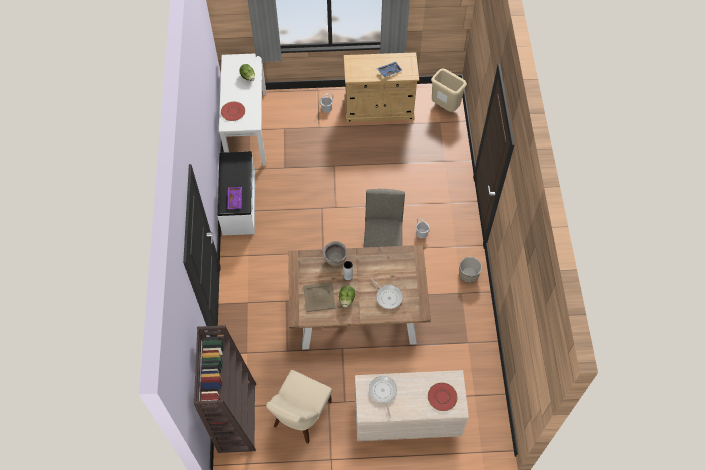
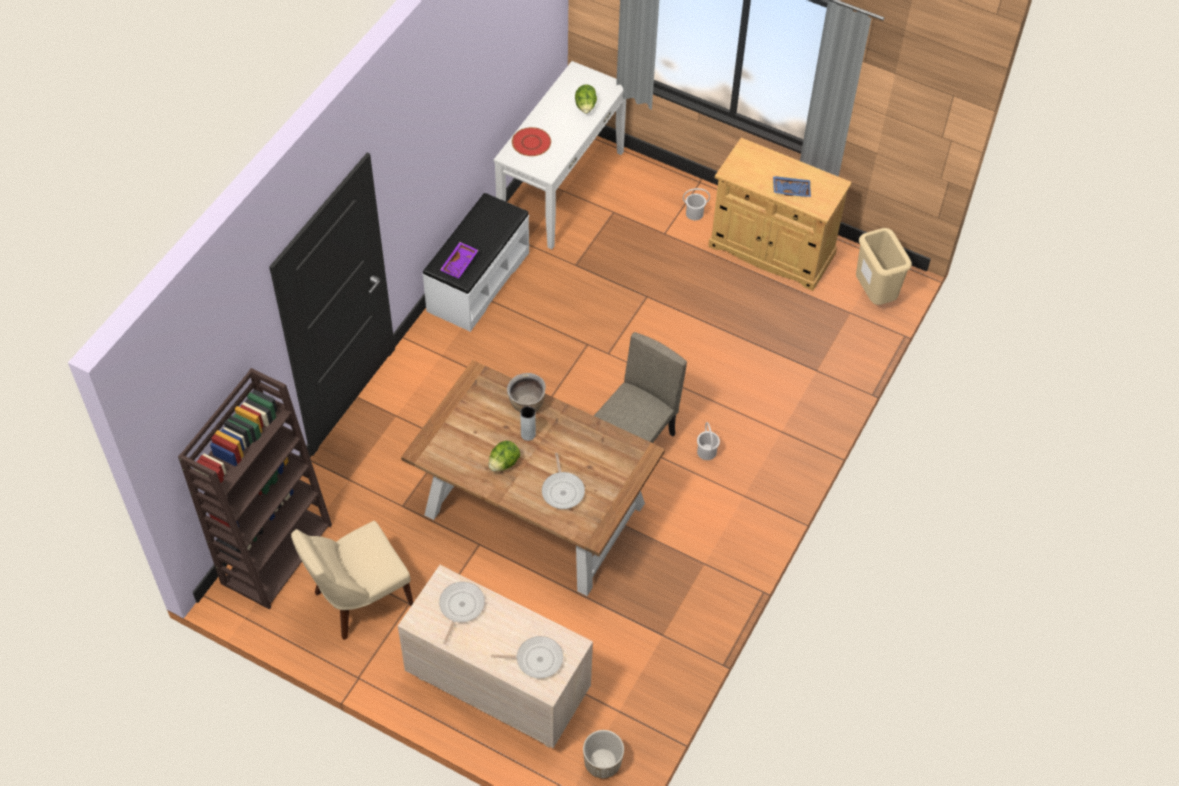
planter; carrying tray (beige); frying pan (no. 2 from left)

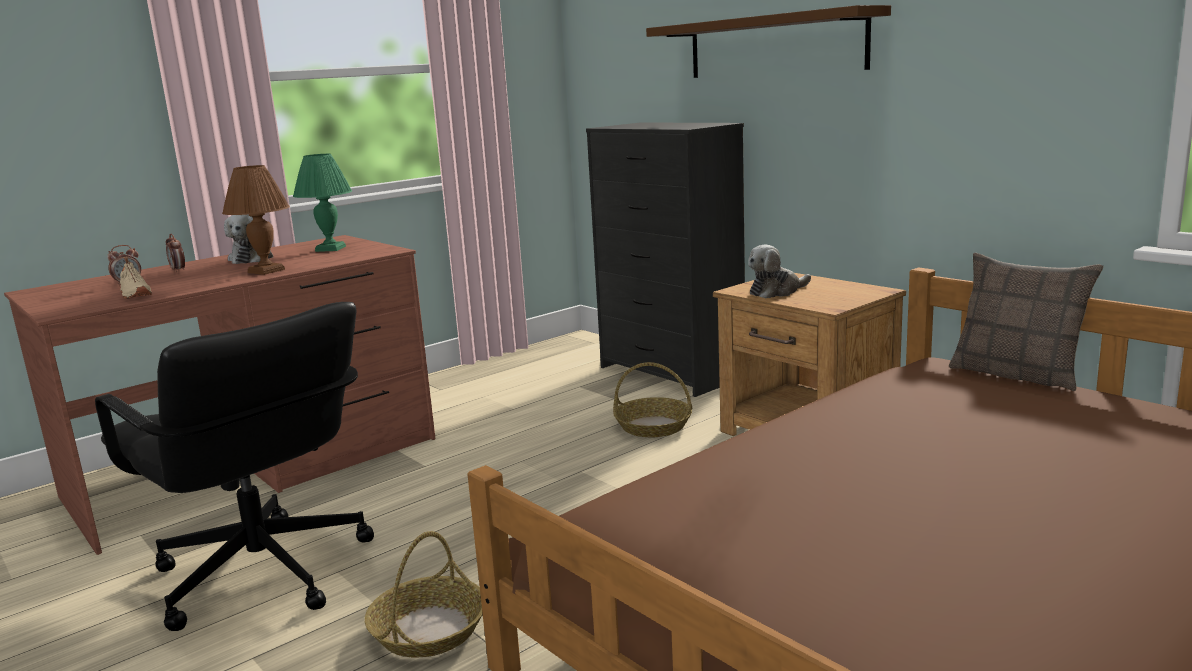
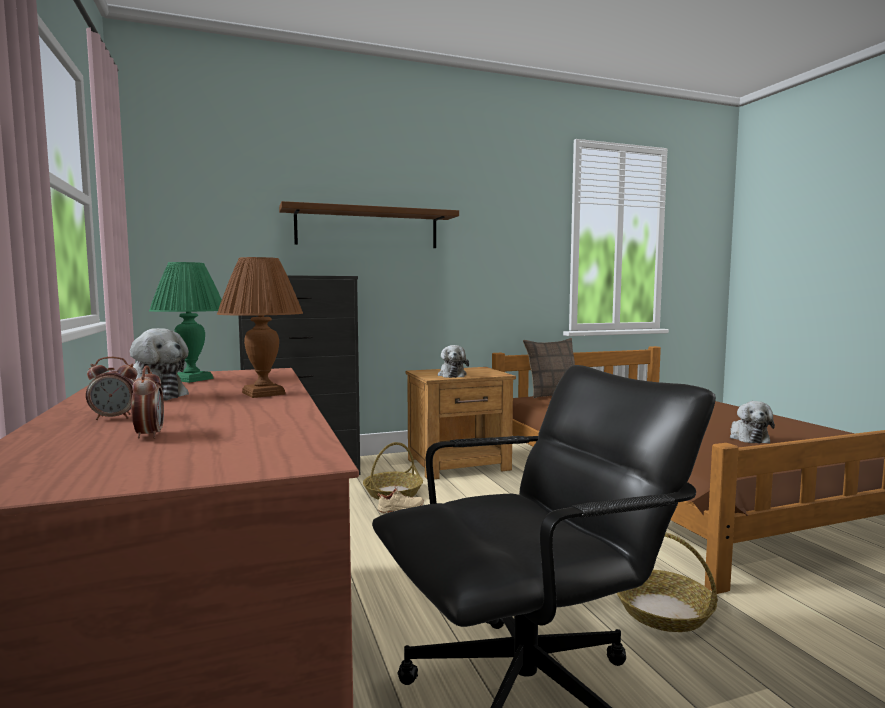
shoe (beige); plush toy (no. 3 from left)

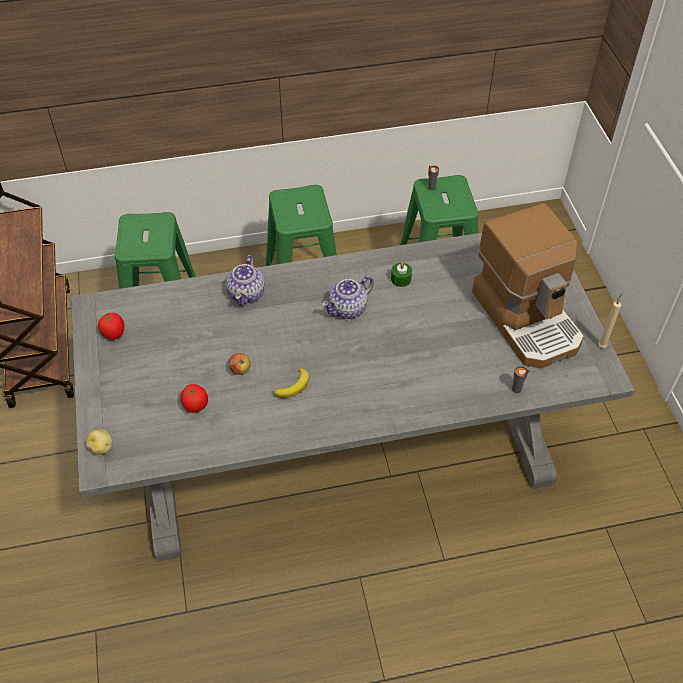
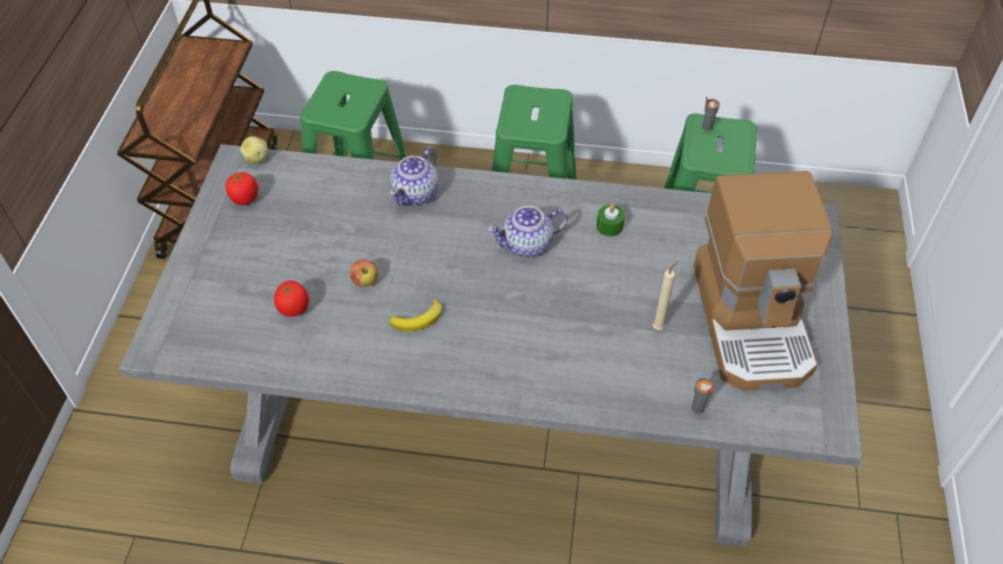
candle (beige); whole potato

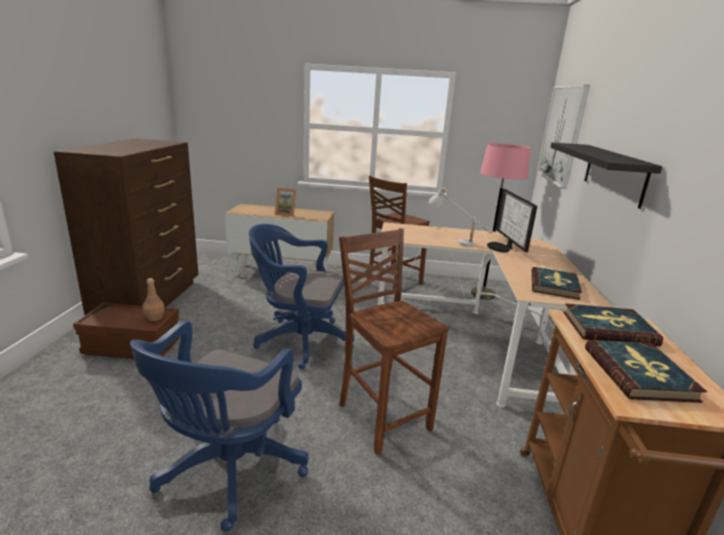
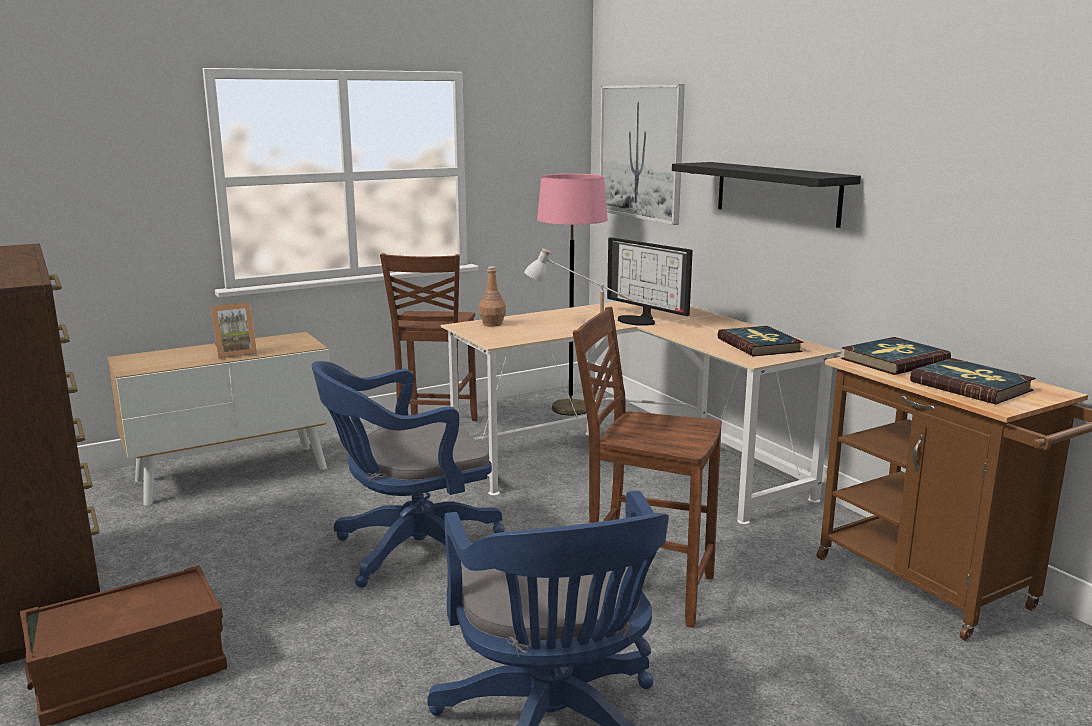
bottle (brownish)

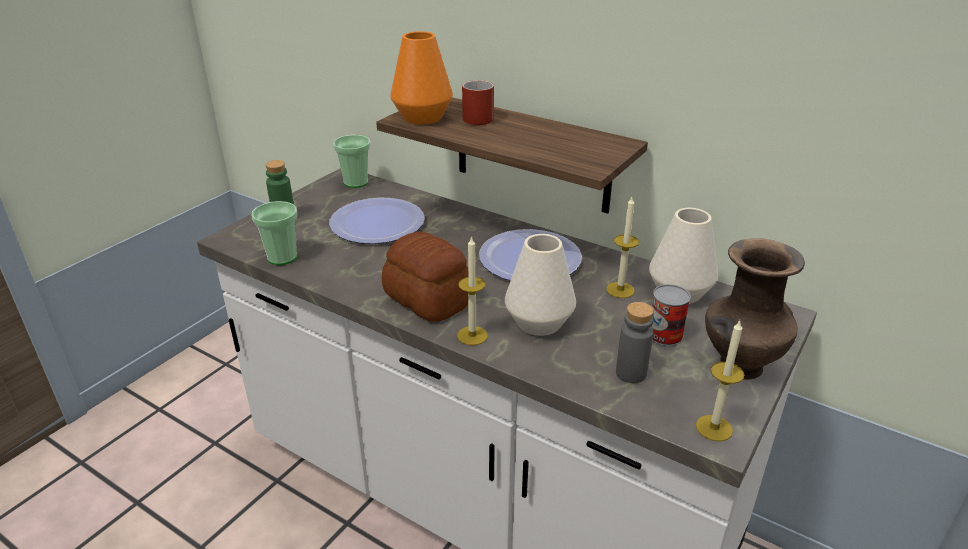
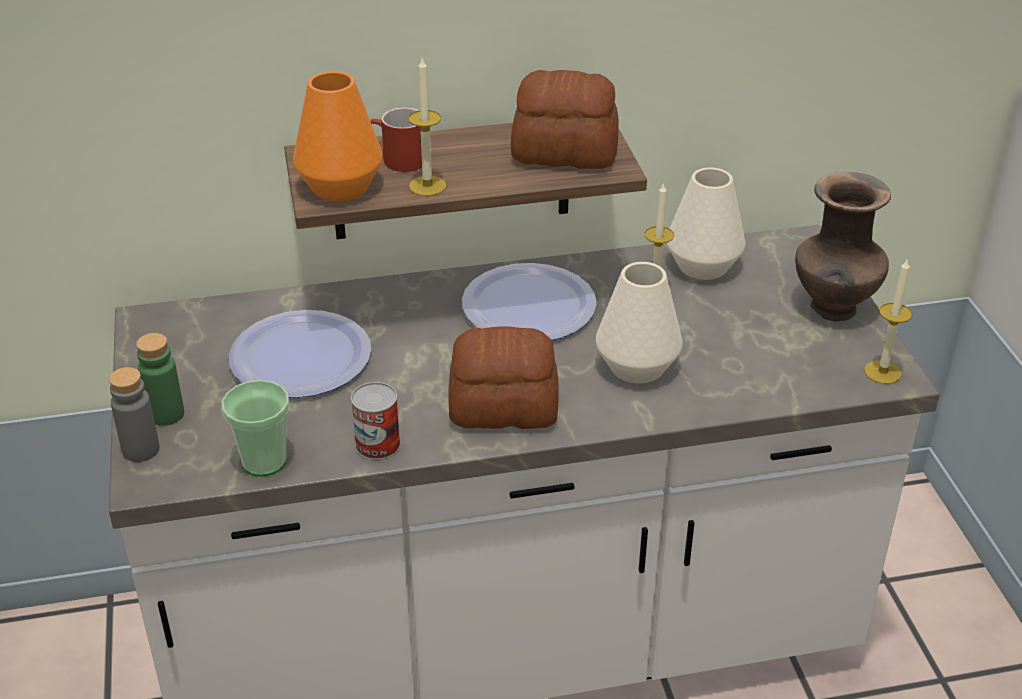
cup (no. 2 from left in the first image); candle (no. 1 from left); sealed can; bottle (greyish); baked bread (no. 2 from left)

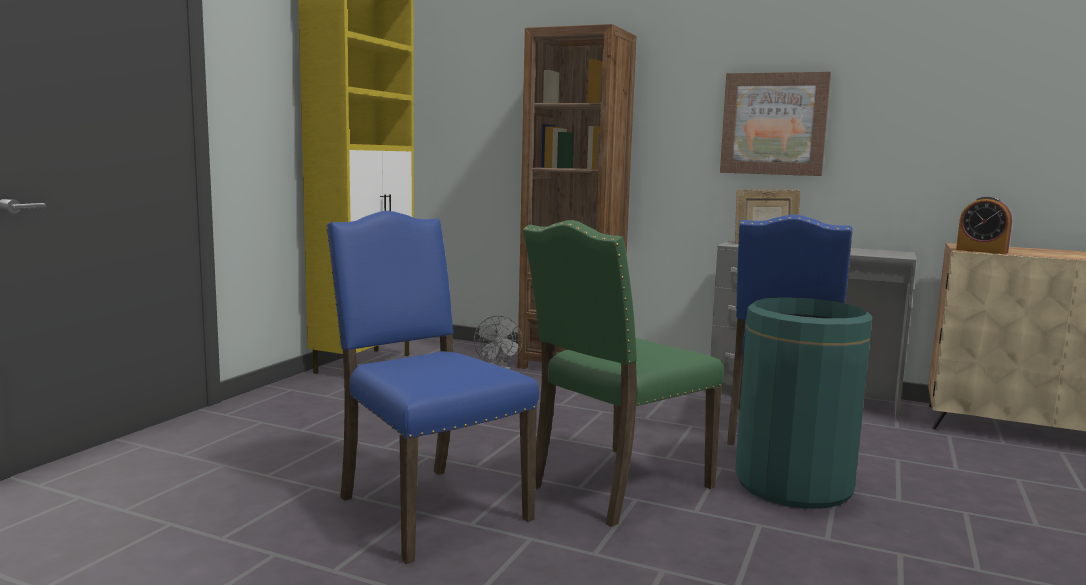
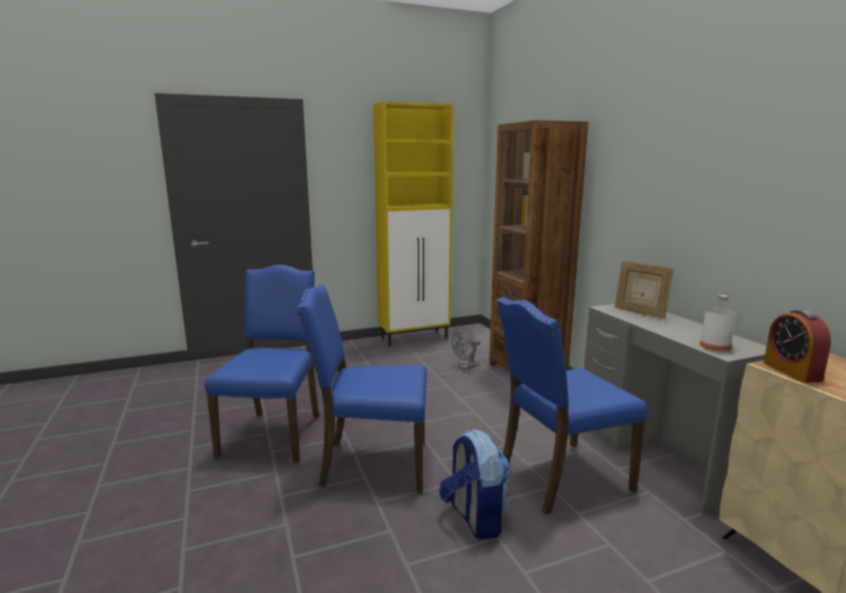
wall picture; plain chair (blue-coloured) (no. 2 from left); rucksack; bottle (white)

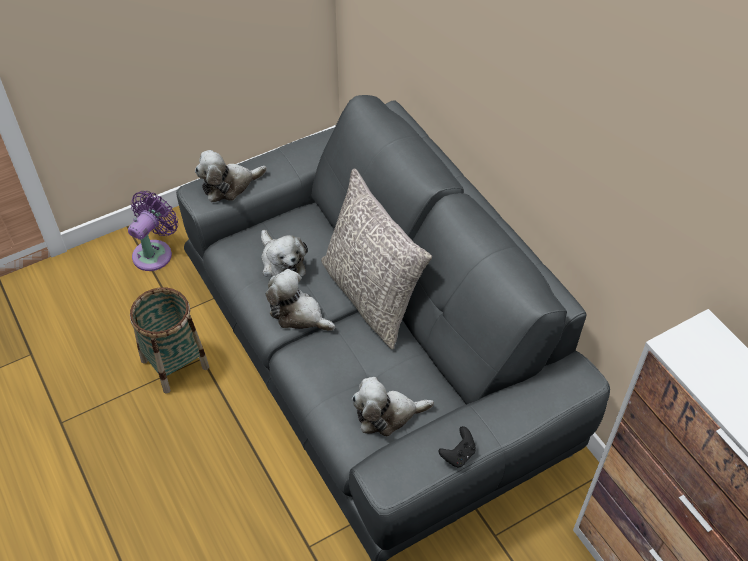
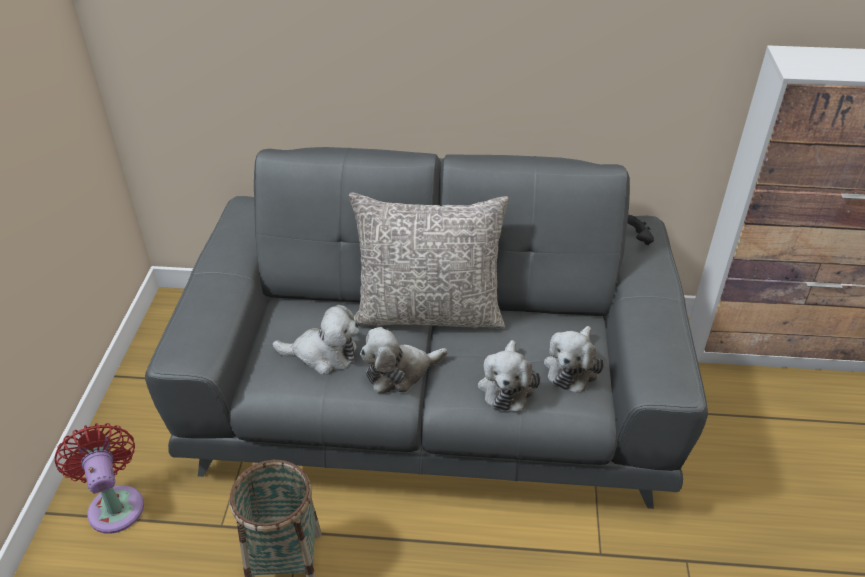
plush toy (no. 3 from left); cooling fan (red); joypad (black)

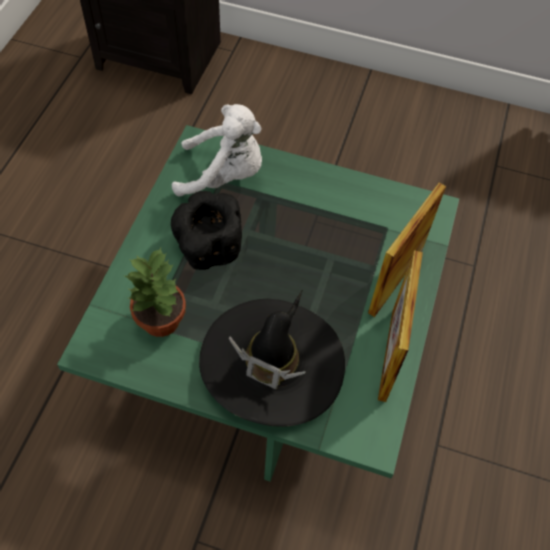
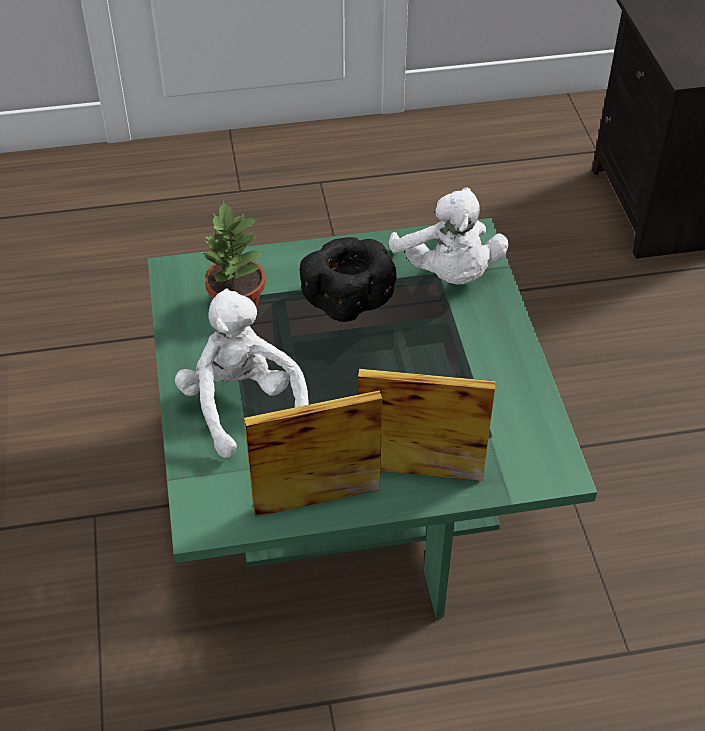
plush toy (white) (no. 1 from left)

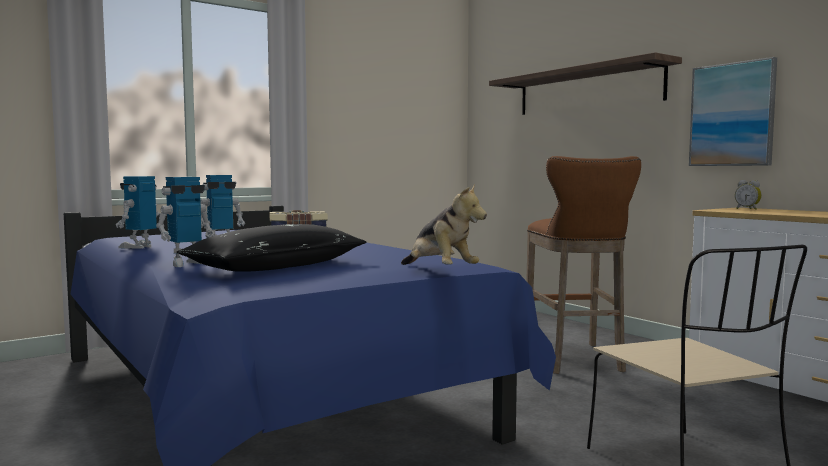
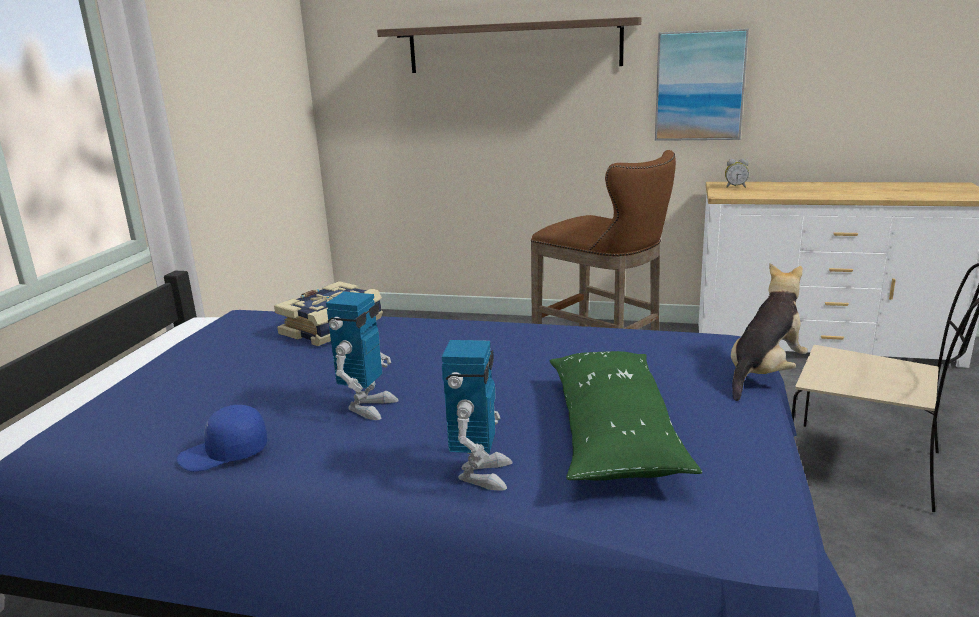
baseball cap (blue-coloured); plush toy; throw pillow (greenish)

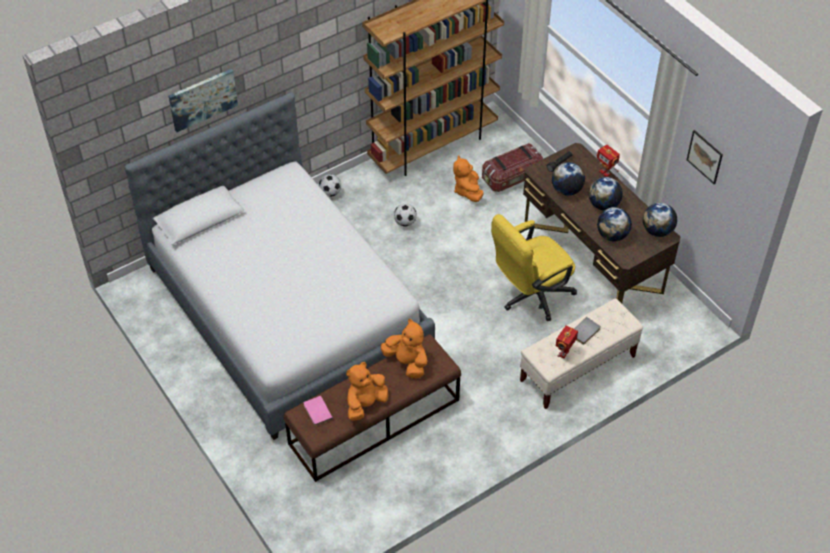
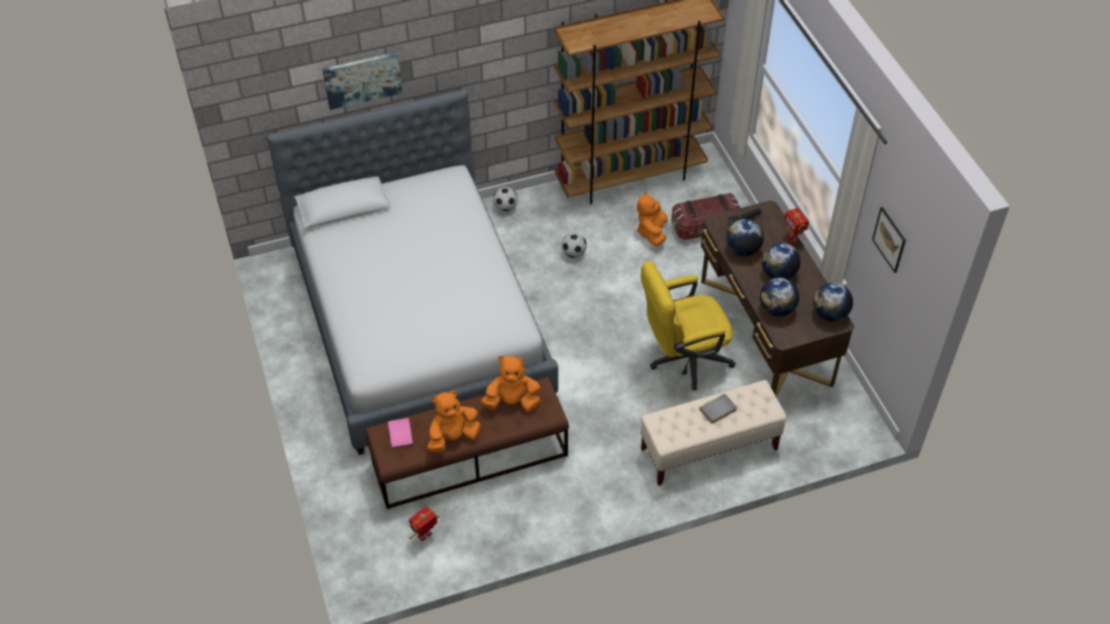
plush toy (orange-coloured) (no. 2 from left); robot figure (no. 1 from left)

